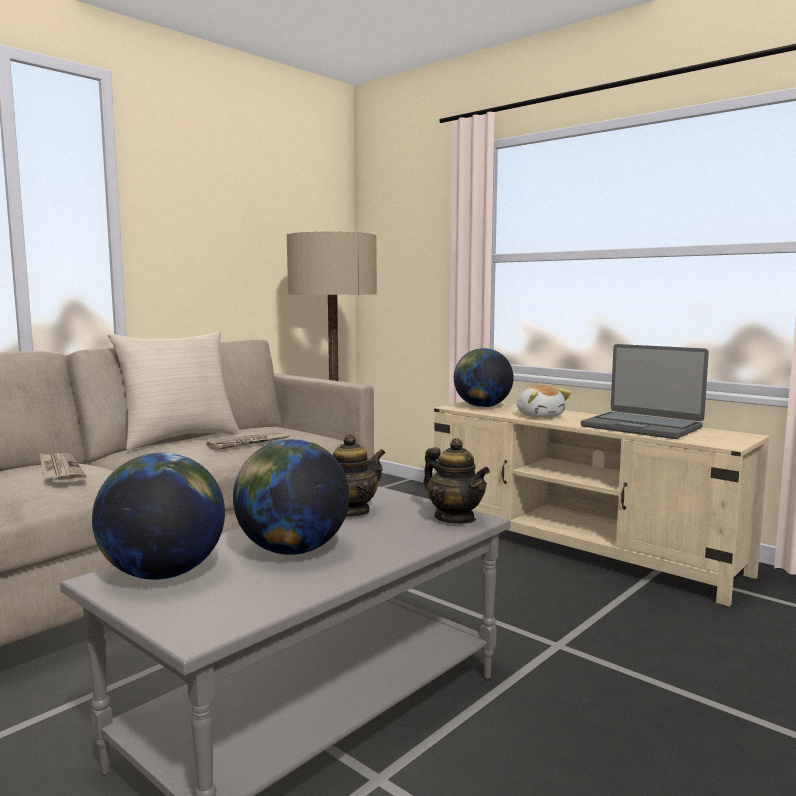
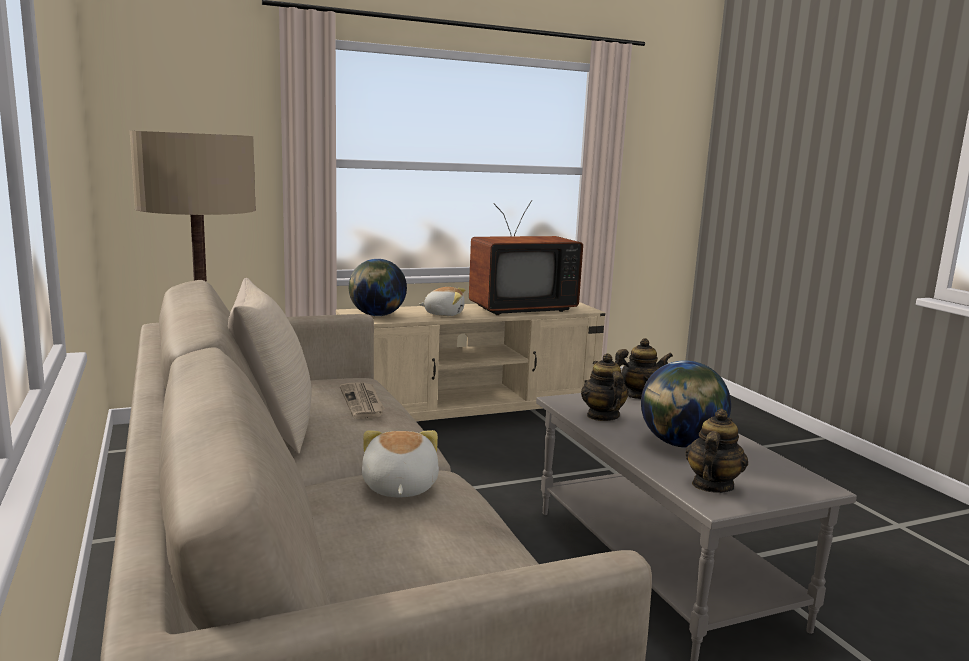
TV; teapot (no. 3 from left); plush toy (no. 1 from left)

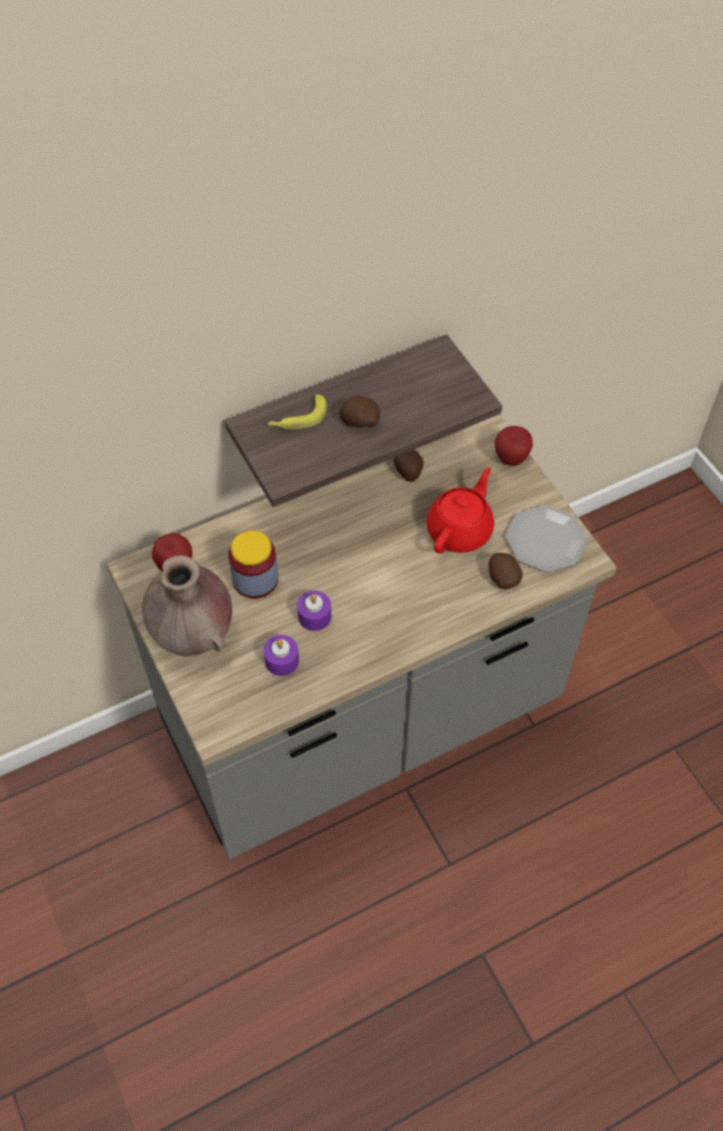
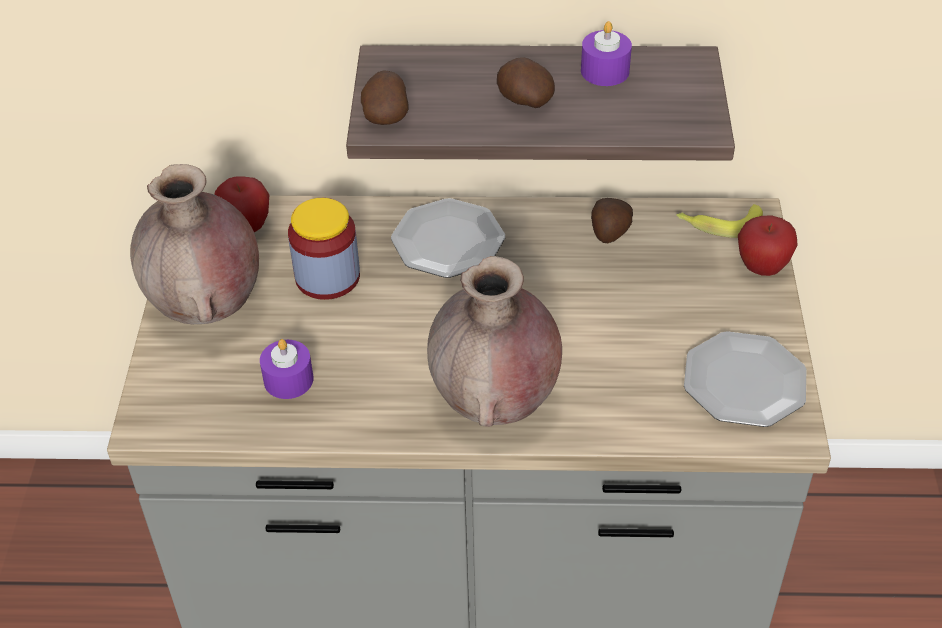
banana; teapot (red); whole potato (no. 1 from left); candle (purple) (no. 2 from left); plate (no. 1 from left); flower vase (brownish) (no. 2 from left)

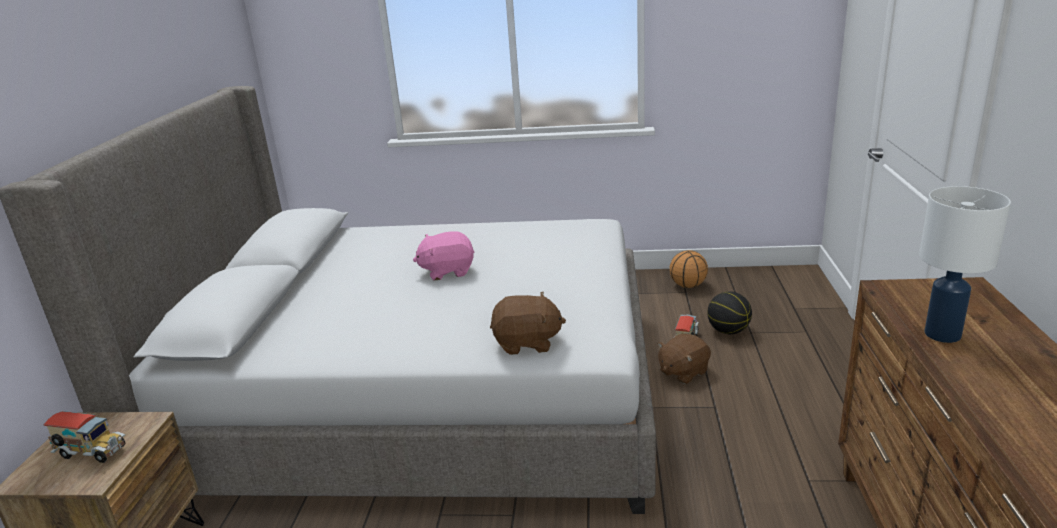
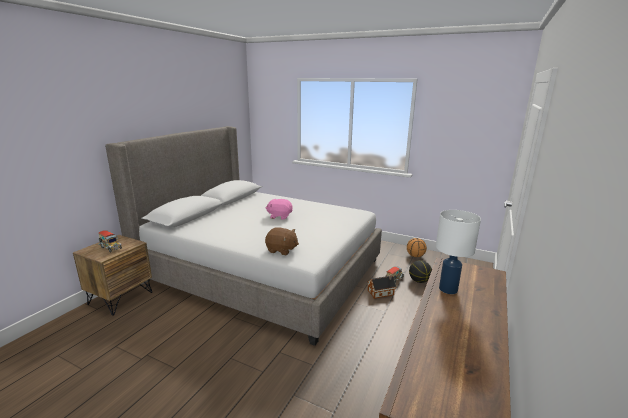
model house

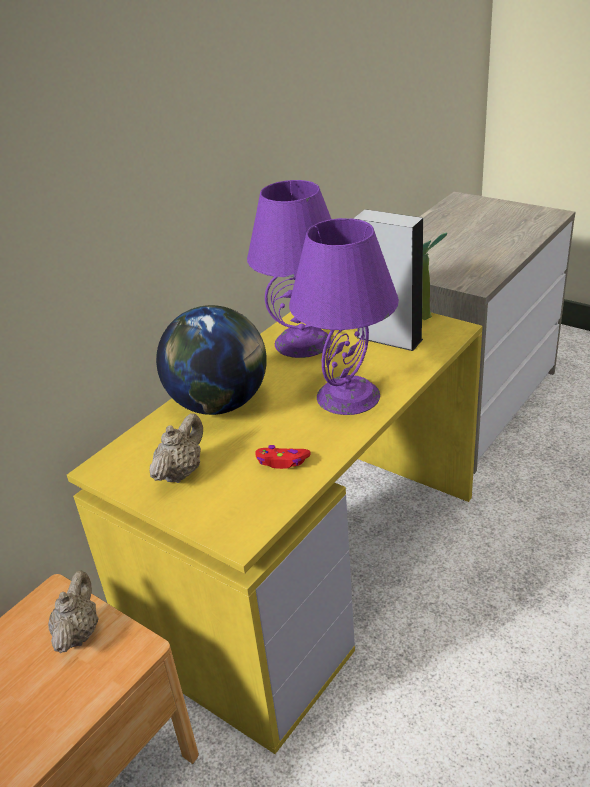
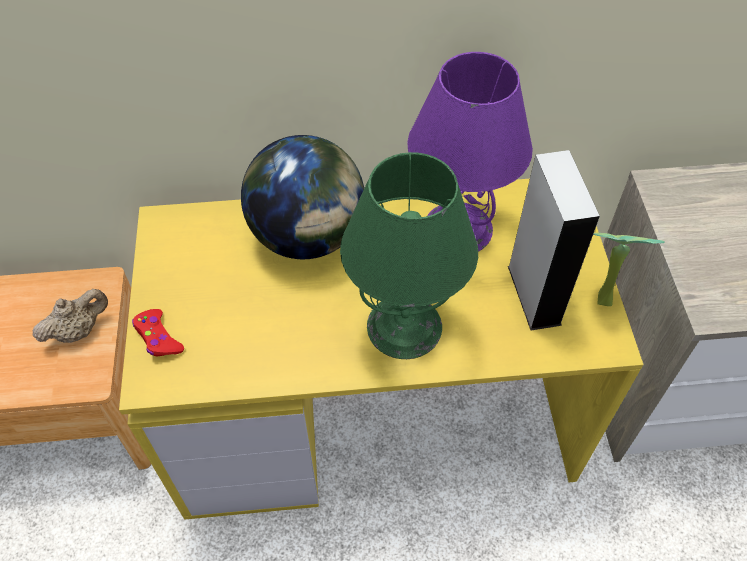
tabletop lamp (greenish); teapot (beige) (no. 2 from left in the first image); joypad (red)

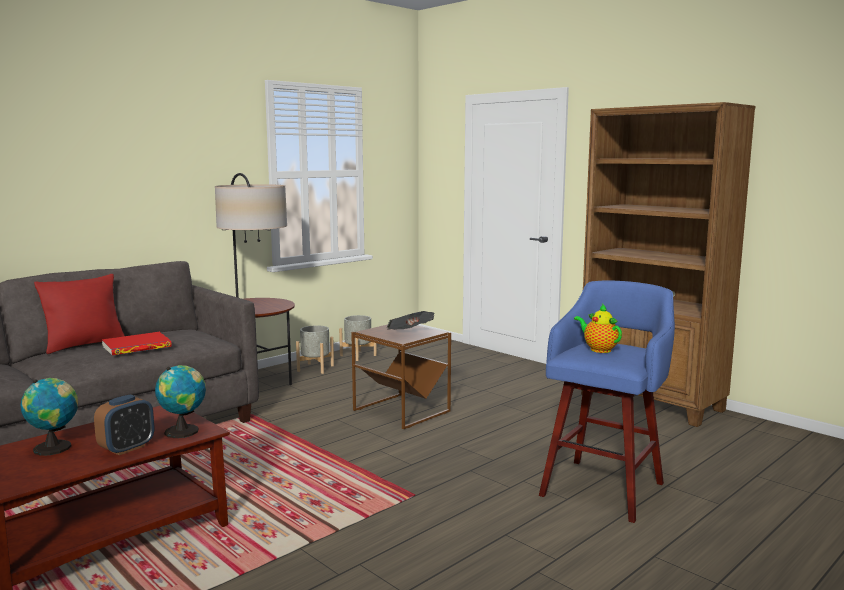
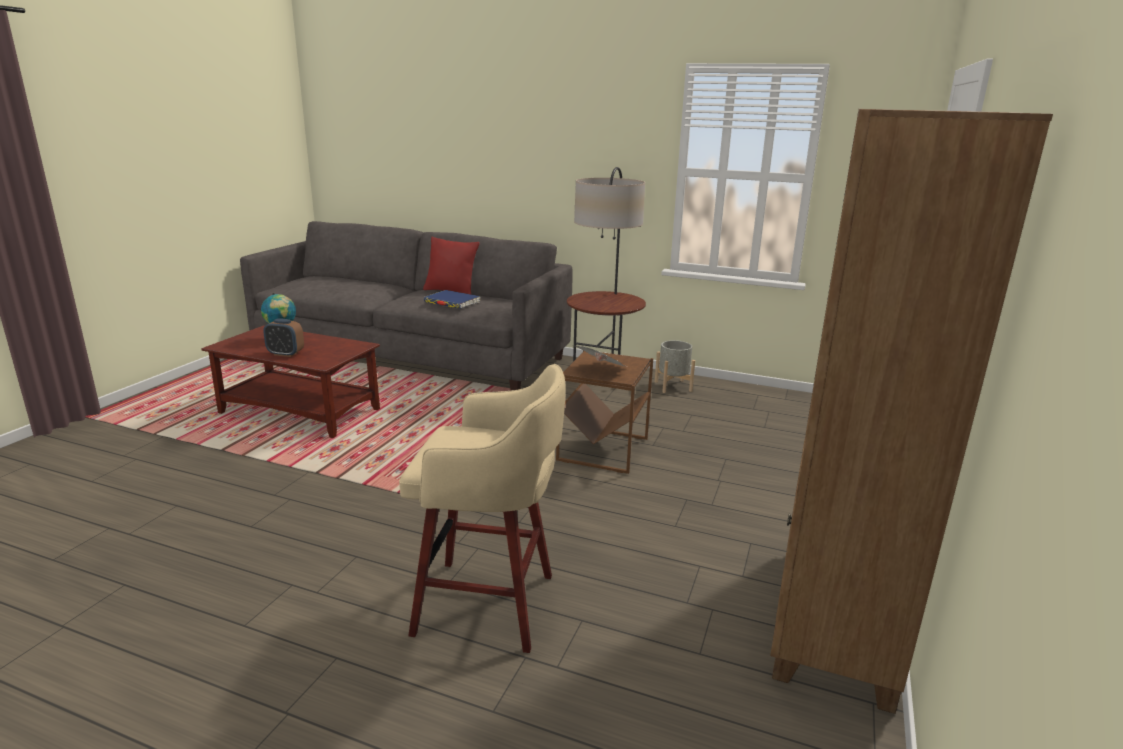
sitting stool (beige); teapot; planter (greyish) (no. 2 from left in the first image); bound book (blue-coloured); desk globe (no. 2 from left in the first image)

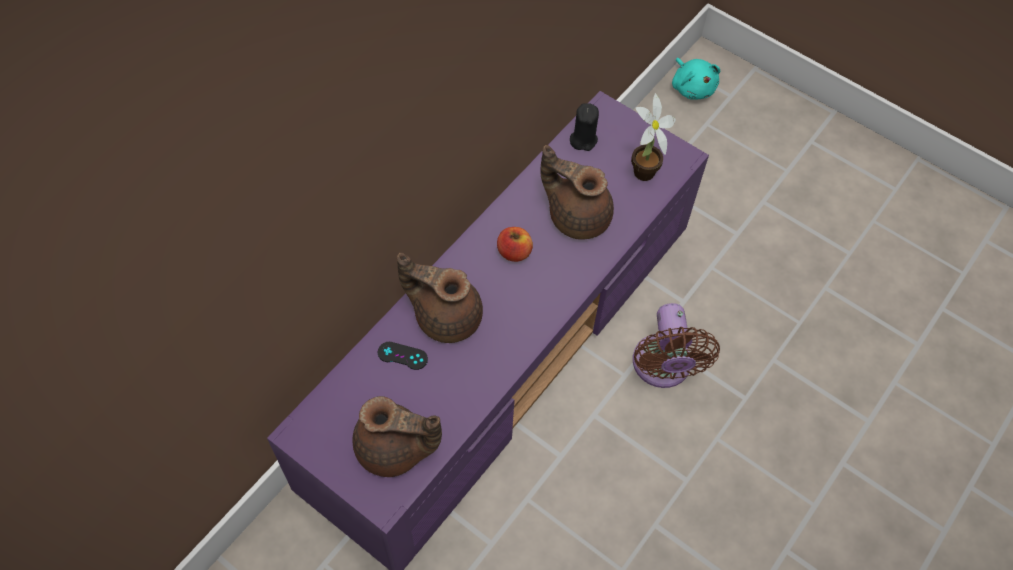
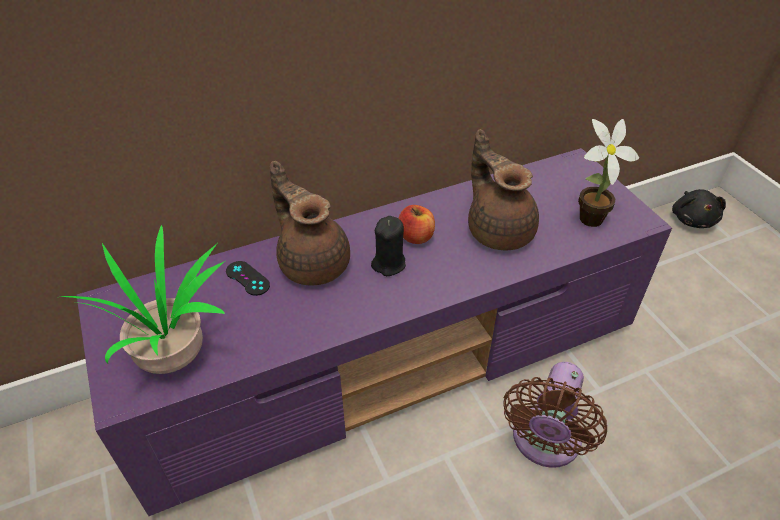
plush toy (black); candle (black); plant in a pot (no. 1 from left)

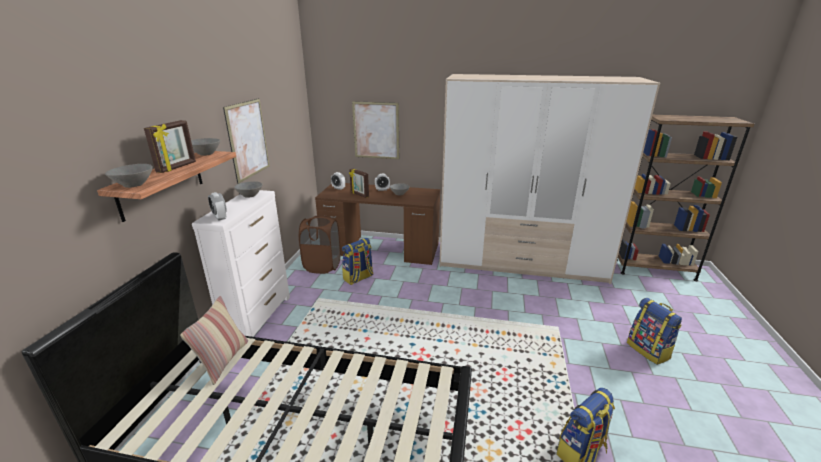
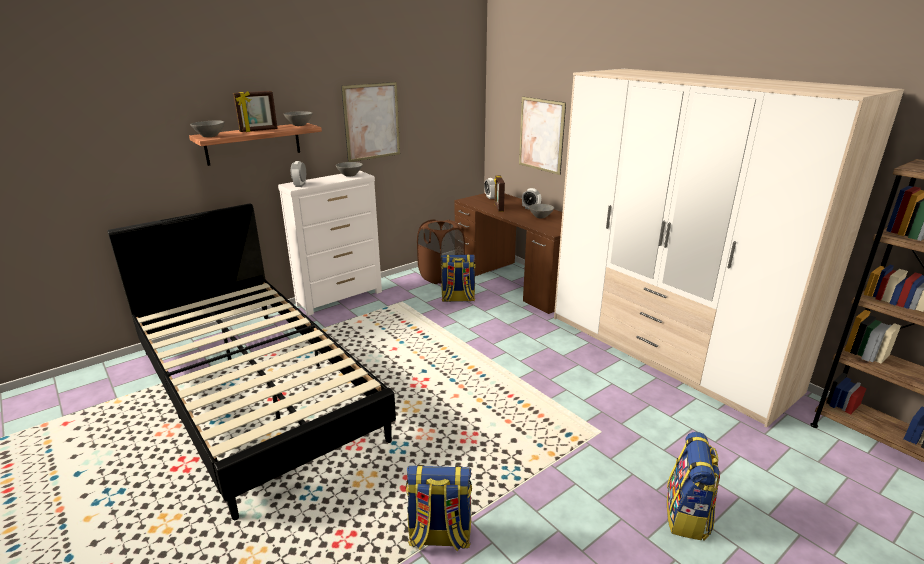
throw pillow

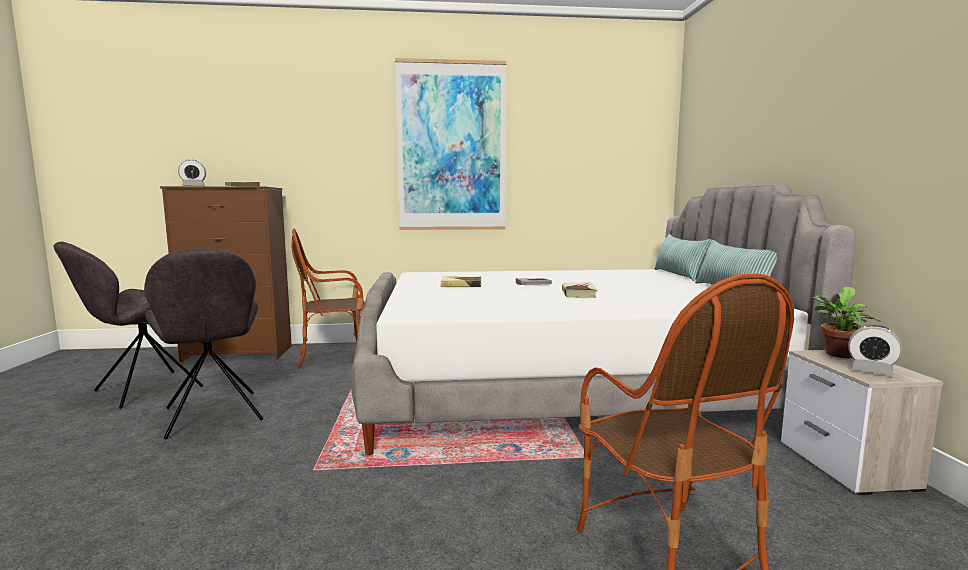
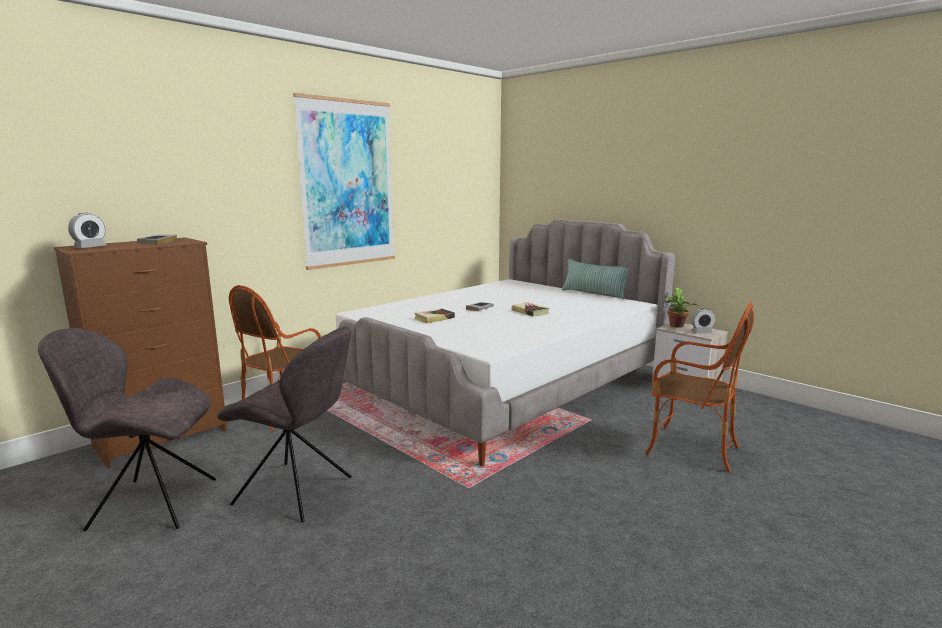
throw pillow (no. 1 from left in the first image); plain chair (greyish) (no. 1 from left)

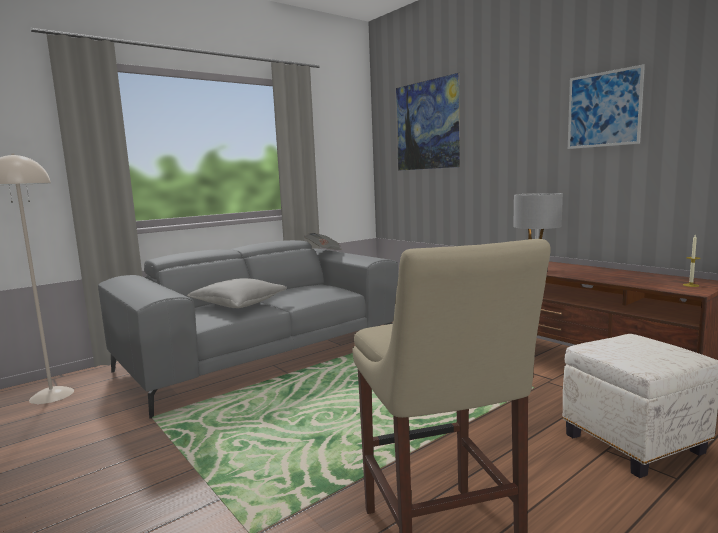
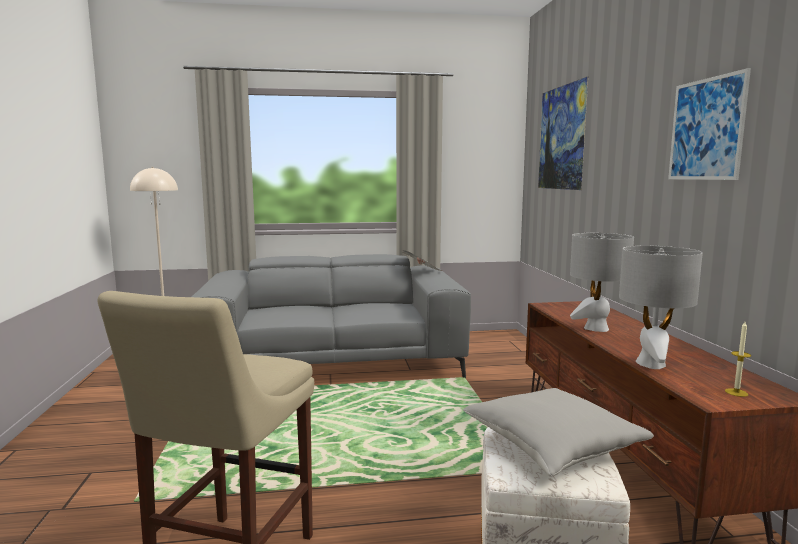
throw pillow (greyish); tabletop lamp (greyish) (no. 2 from left)

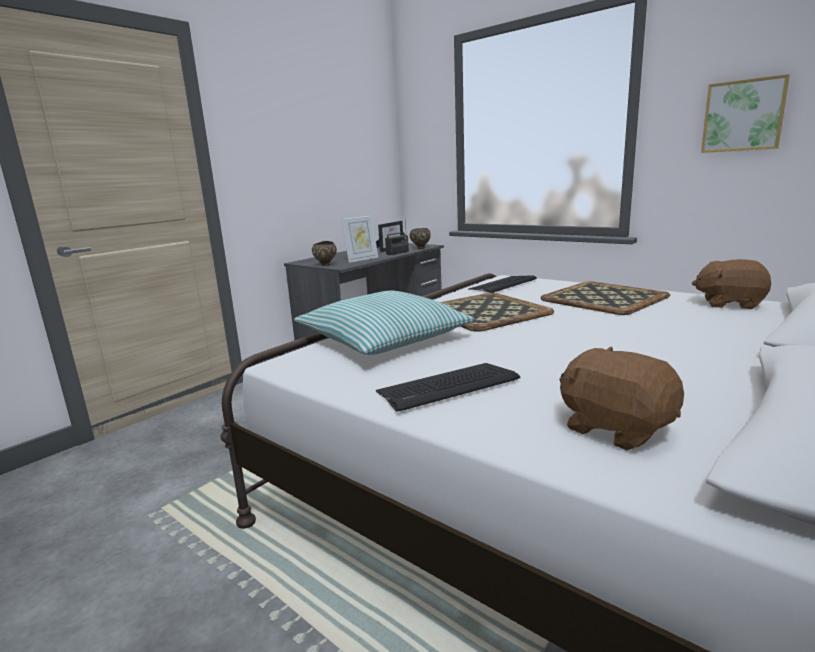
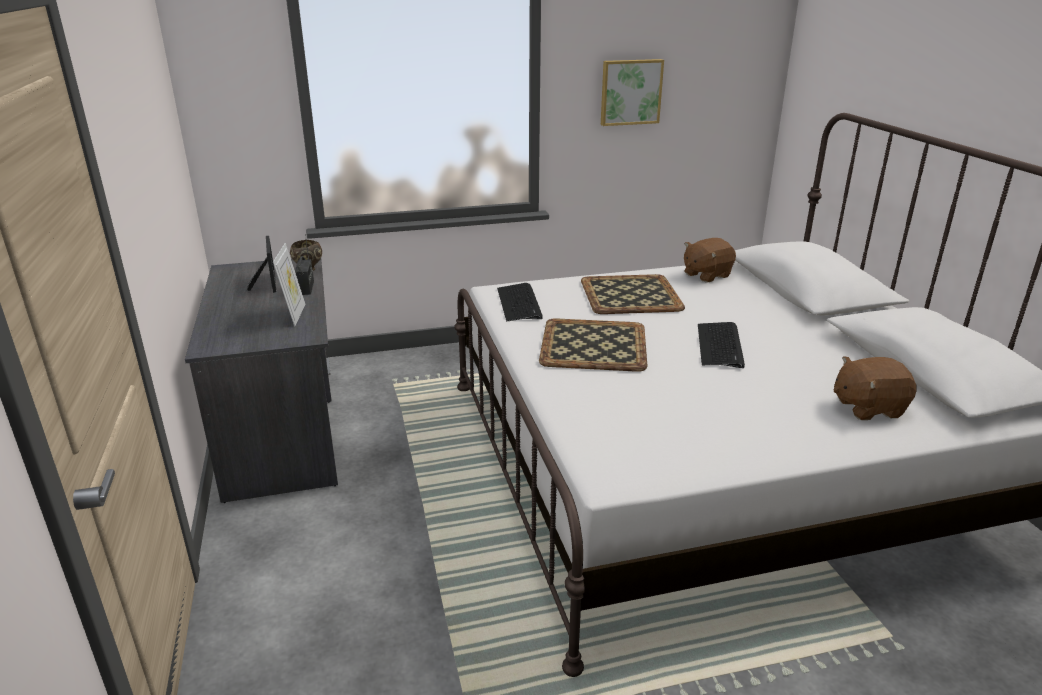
deep dish (brownish) (no. 1 from left in the first image); throw pillow; PC keyboard (no. 2 from left)

